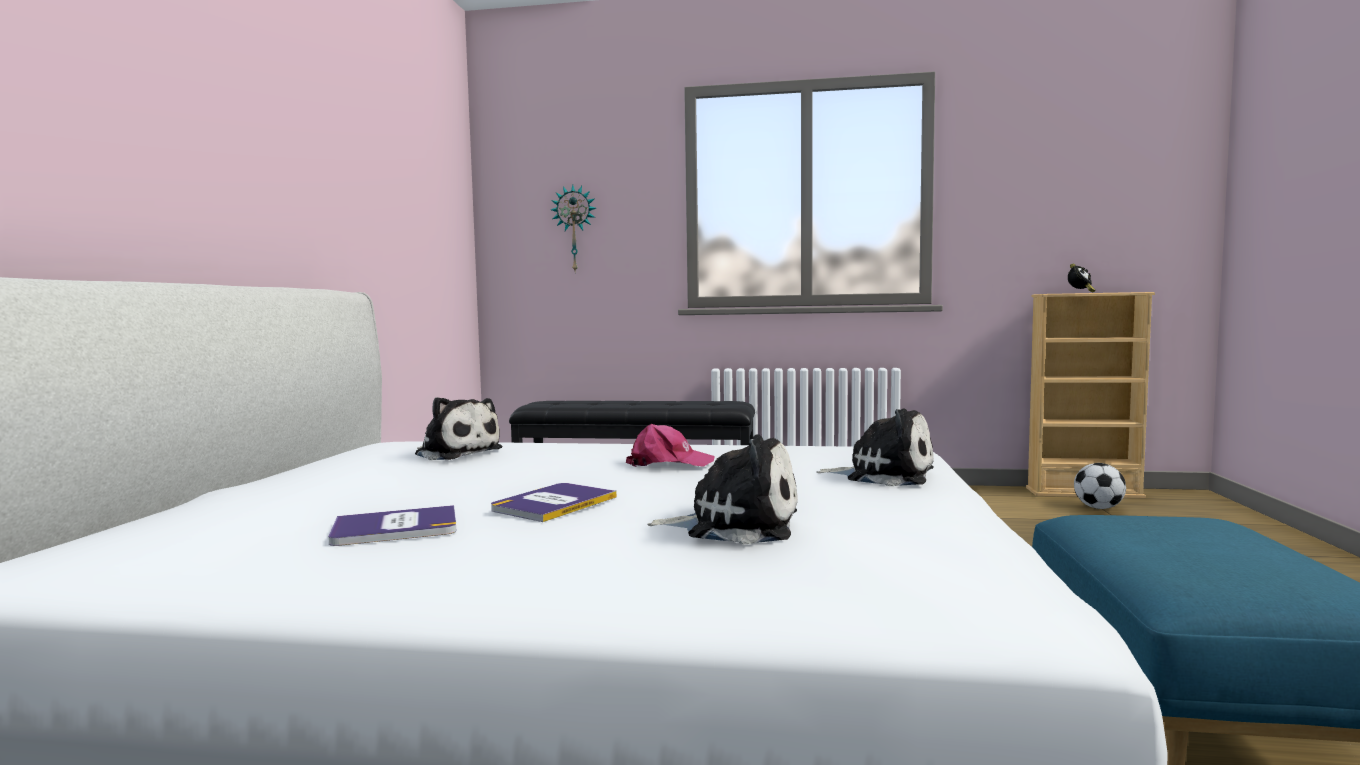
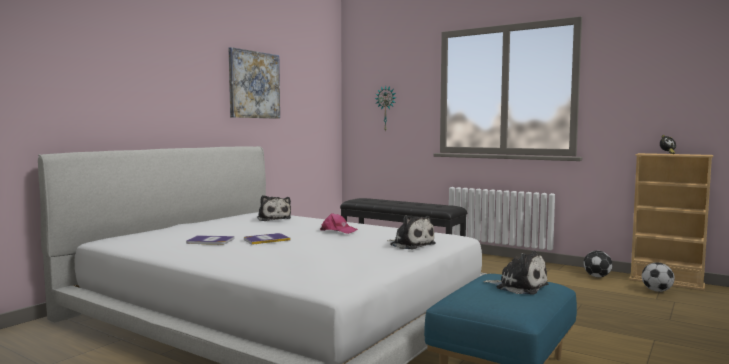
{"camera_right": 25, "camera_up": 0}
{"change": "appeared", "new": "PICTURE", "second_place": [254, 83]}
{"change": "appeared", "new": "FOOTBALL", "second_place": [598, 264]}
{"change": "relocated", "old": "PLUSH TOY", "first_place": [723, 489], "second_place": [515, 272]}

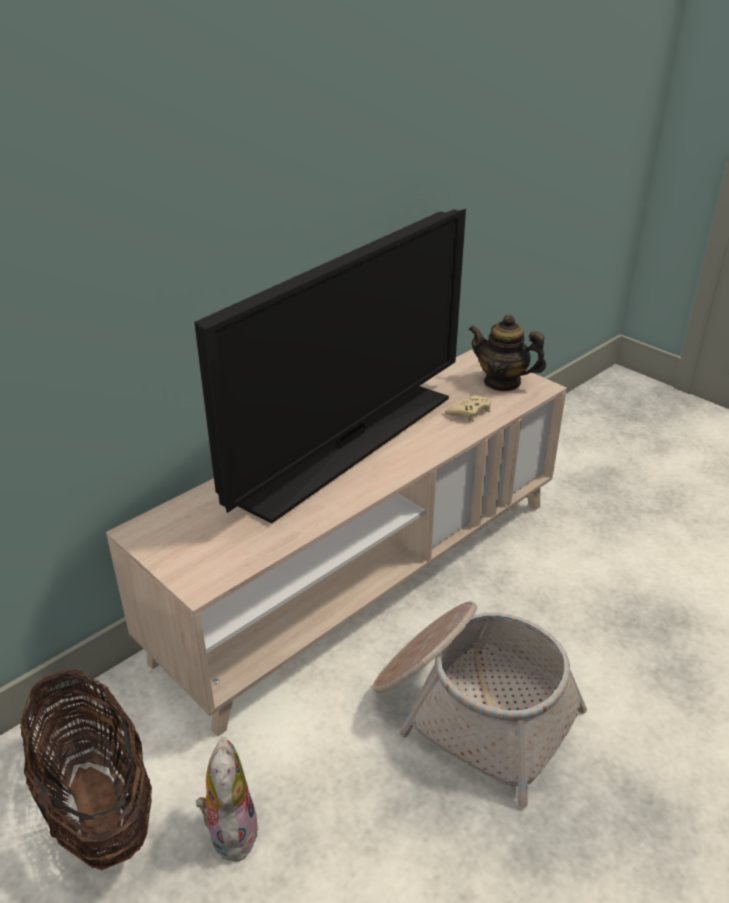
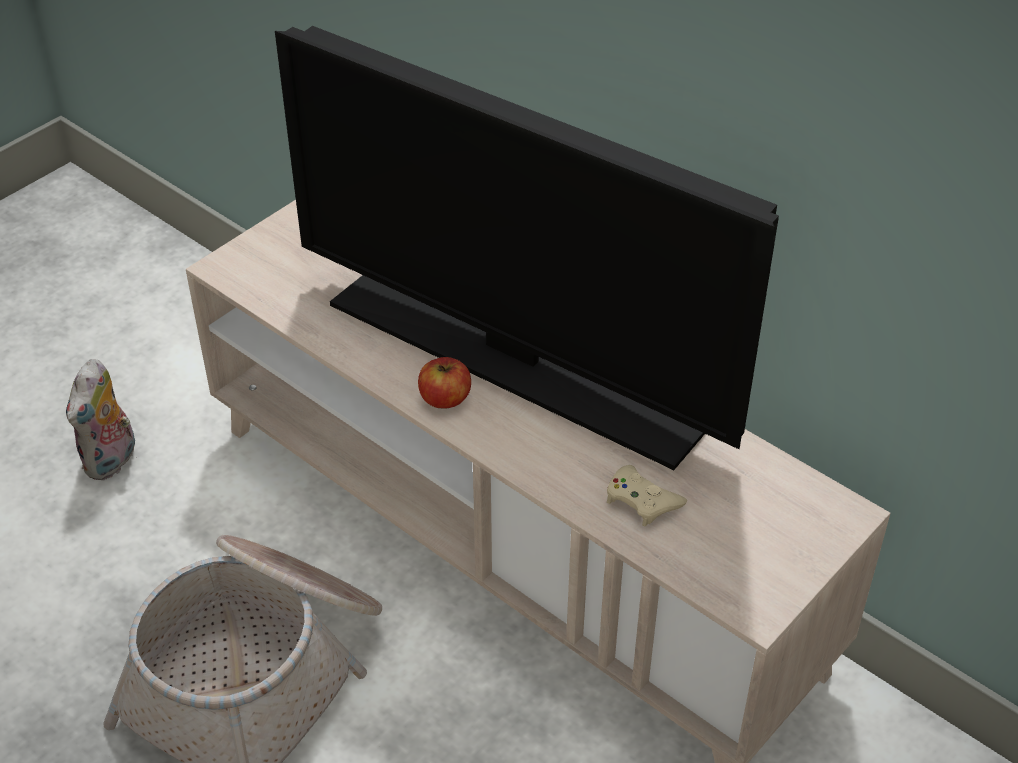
{"camera_right": 85, "camera_up": 10}
{"change": "missing", "old": "BASKET", "first_place": [85, 770]}
{"change": "missing", "old": "TEAPOT", "first_place": [507, 352]}
{"change": "appeared", "new": "APPLE", "second_place": [444, 383]}
{"change": "spun", "old": "PLUSH TOY", "first_place": [227, 799], "second_place": [101, 419], "degrees": 120}

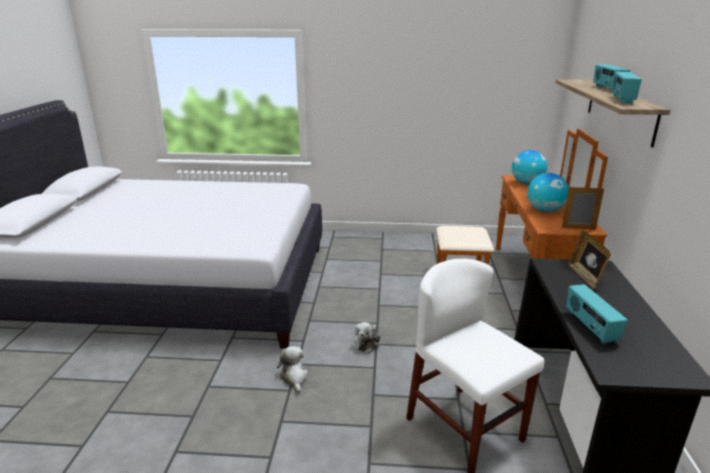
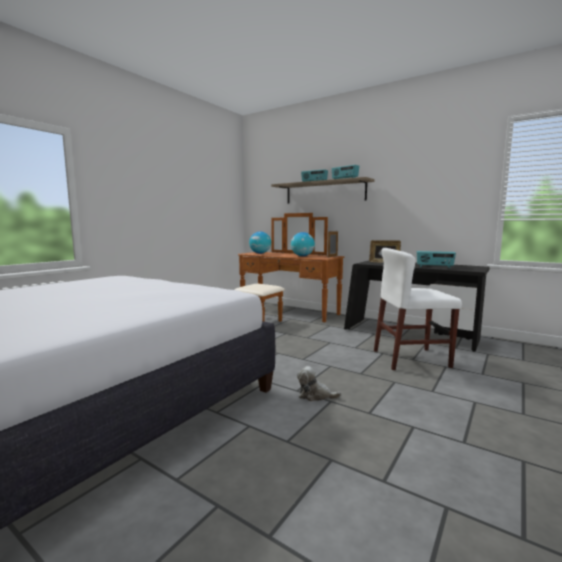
{"camera_right": -60, "camera_up": -15}
{"change": "missing", "old": "PLUSH TOY", "first_place": [367, 337]}

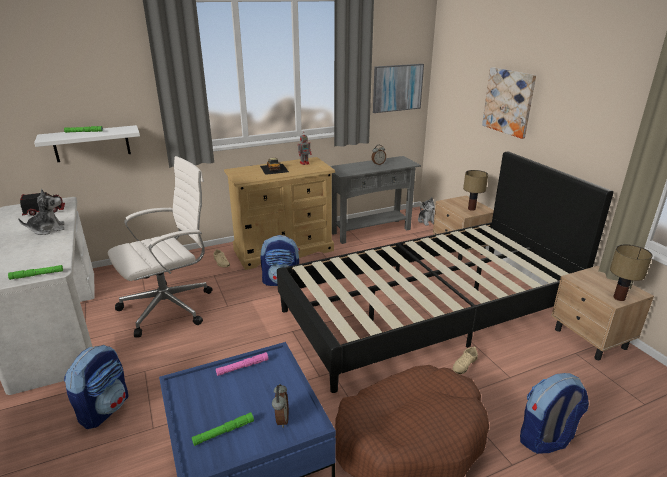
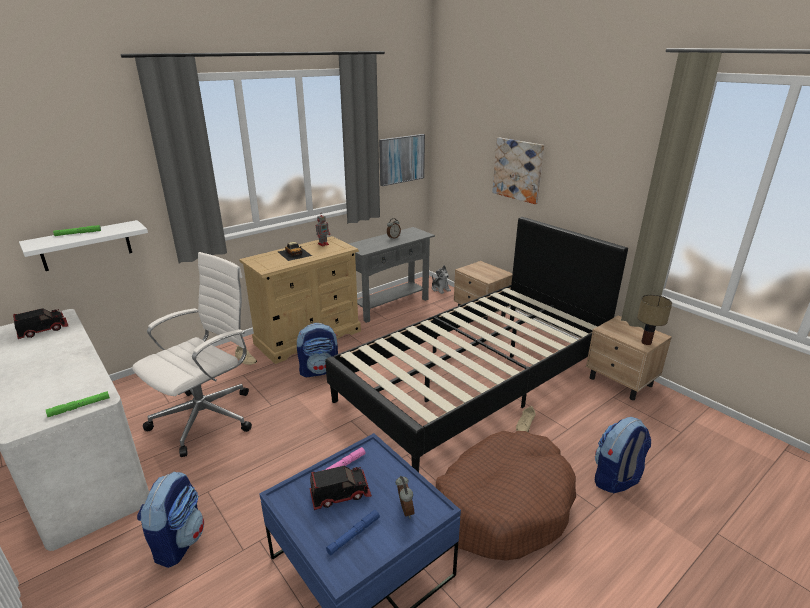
{"camera_right": -15, "camera_up": 0}
{"change": "missing", "old": "PLUSH TOY", "first_place": [41, 212]}
{"change": "missing", "old": "TABLE LAMP", "first_place": [475, 190]}
{"change": "appeared", "new": "TOY TRUCK", "second_place": [341, 488]}
{"change": "colour", "old": "GREEN FLASHLIGHT", "new": "BLUE FLASHLIGHT", "first_place": [223, 429], "second_place": [353, 532]}

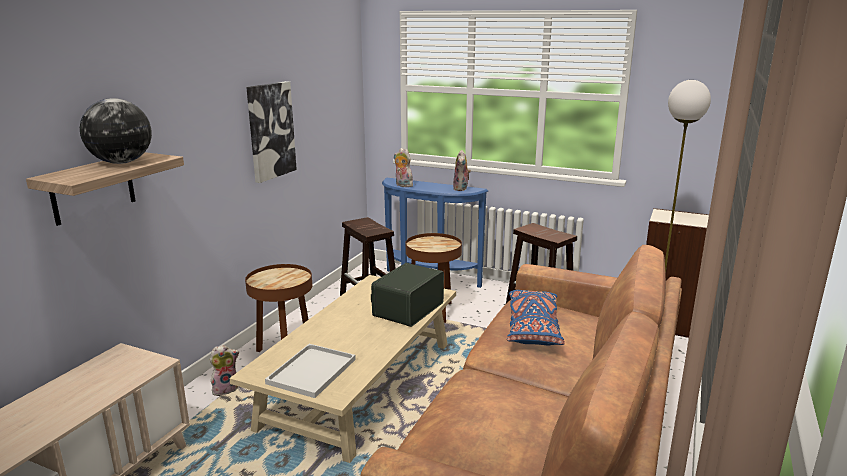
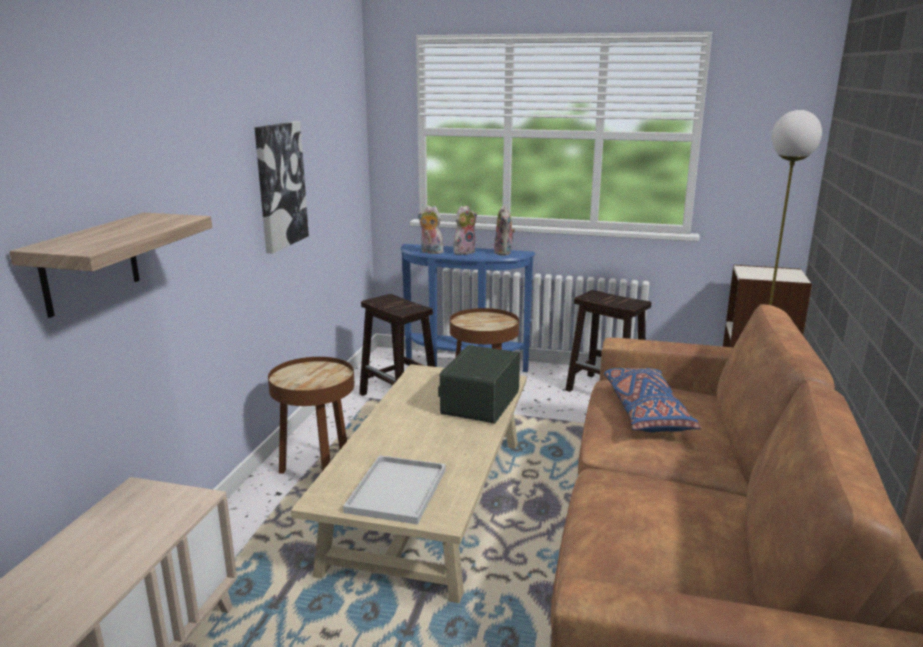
{"camera_right": -10, "camera_up": 0}
{"change": "missing", "old": "GLOBE", "first_place": [116, 131]}
{"change": "relocated", "old": "PLUSH TOY", "first_place": [224, 370], "second_place": [465, 230]}

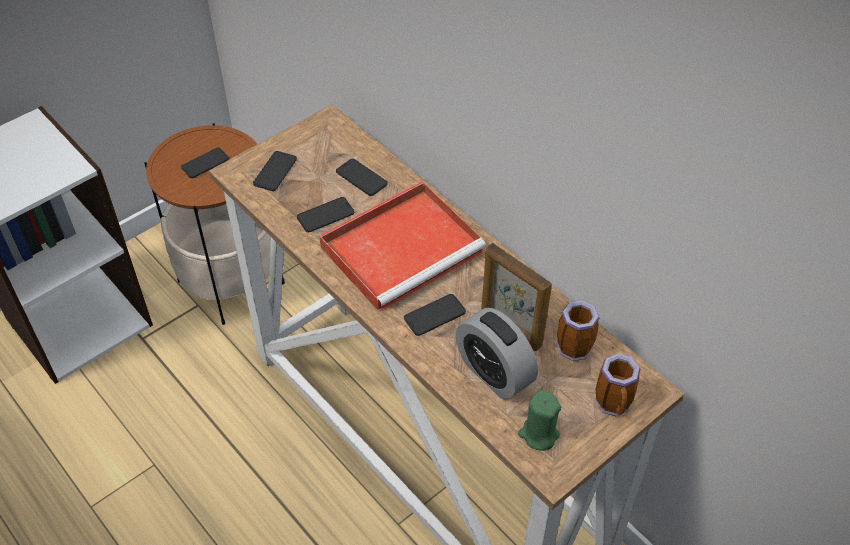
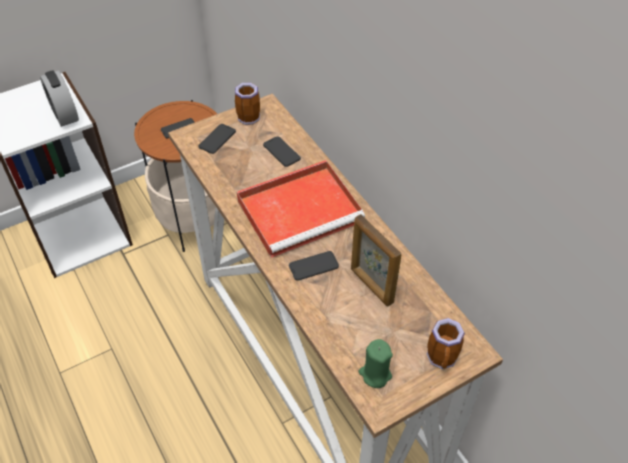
{"camera_right": 10, "camera_up": 0}
{"change": "missing", "old": "PHONE", "first_place": [325, 214]}
{"change": "relocated", "old": "ALARM CLOCK", "first_place": [497, 354], "second_place": [59, 99]}
{"change": "relocated", "old": "MUG", "first_place": [577, 330], "second_place": [247, 104]}

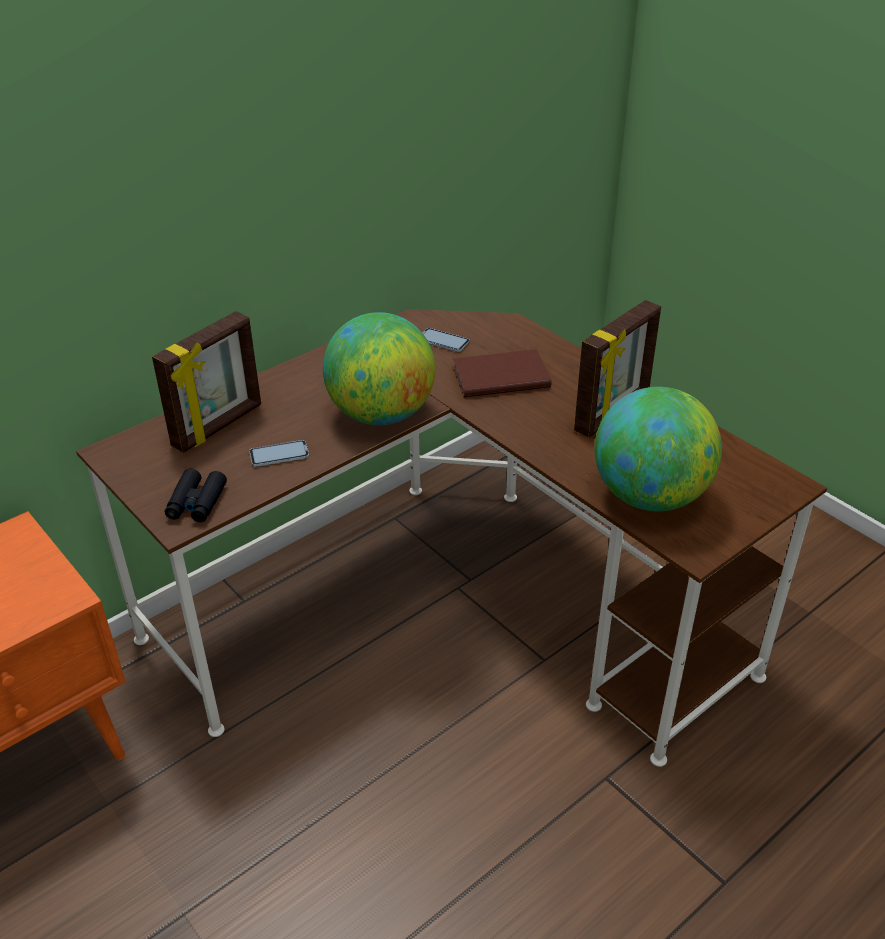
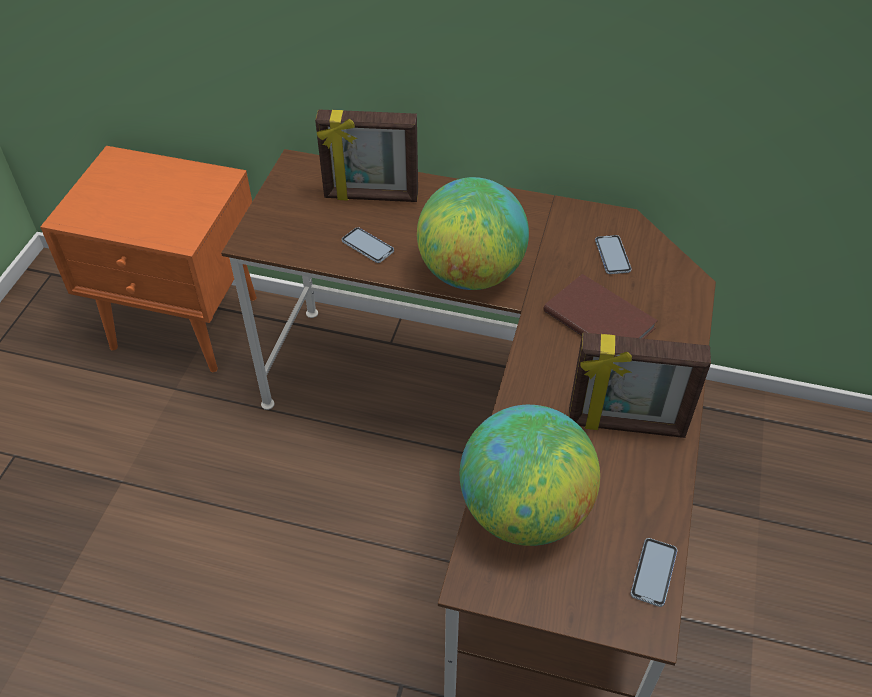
{"camera_right": 55, "camera_up": 10}
{"change": "missing", "old": "BLACK BINOCULARS", "first_place": [196, 495]}
{"change": "appeared", "new": "PHONE", "second_place": [654, 572]}

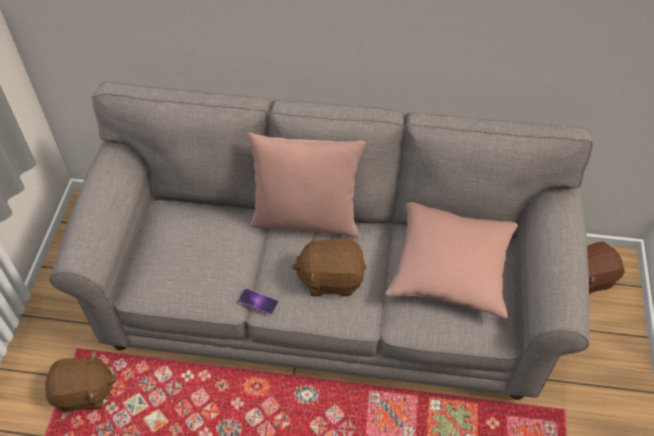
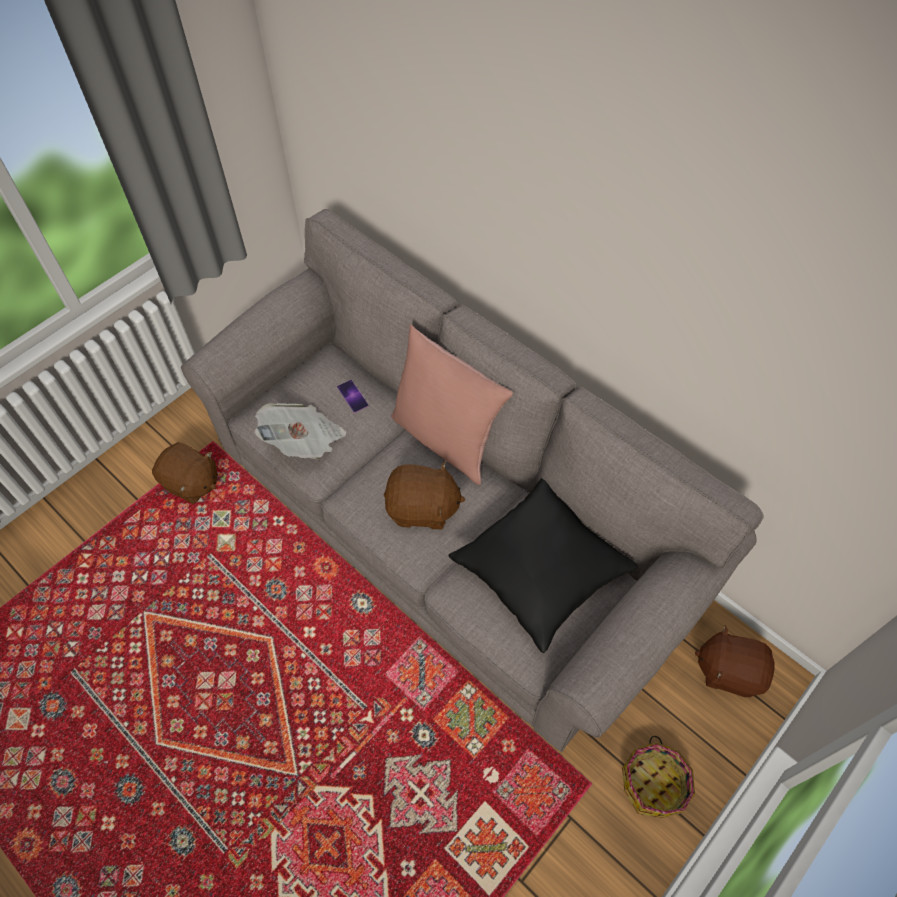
{"camera_right": 35, "camera_up": 5}
{"change": "appeared", "new": "NEWSPAPER", "second_place": [300, 431]}
{"change": "appeared", "new": "BASKET", "second_place": [658, 777]}
{"change": "relocated", "old": "PHONE", "first_place": [258, 301], "second_place": [353, 396]}
{"change": "colour", "old": "PINK PILLOW", "new": "BLACK PILLOW", "first_place": [451, 260], "second_place": [543, 565]}
{"change": "spun", "old": "BROWN PLUSH TOY", "first_place": [329, 264], "second_place": [424, 495], "degrees": 150}

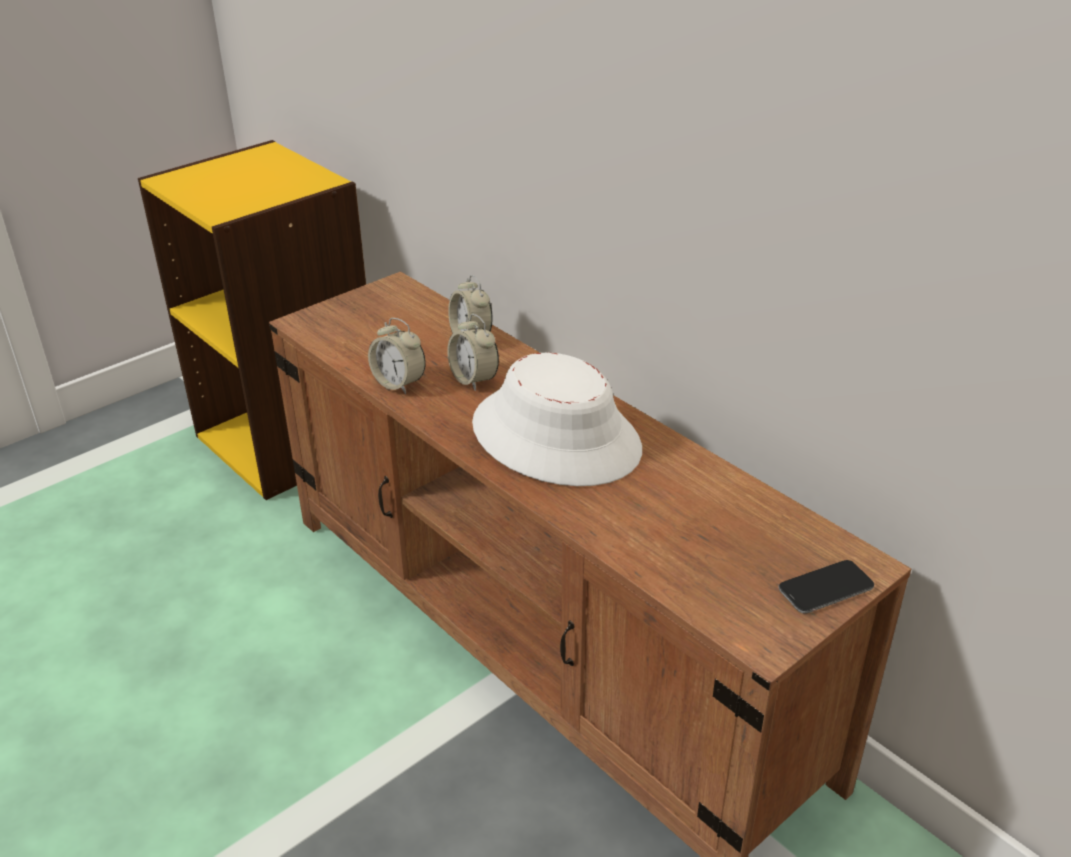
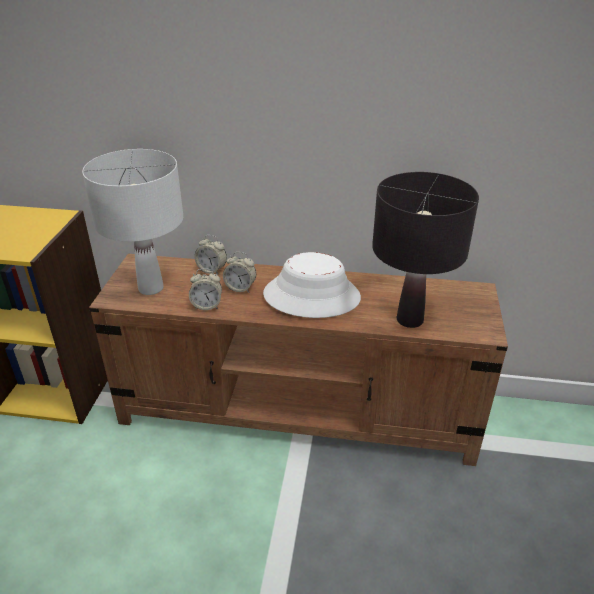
{"camera_right": -40, "camera_up": 0}
{"change": "missing", "old": "PHONE", "first_place": [826, 587]}
{"change": "appeared", "new": "WHITE TABLE LAMP", "second_place": [132, 222]}
{"change": "appeared", "new": "BLACK TABLE LAMP", "second_place": [425, 250]}

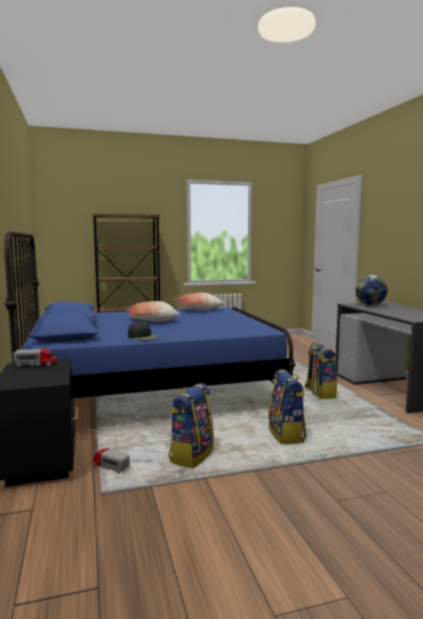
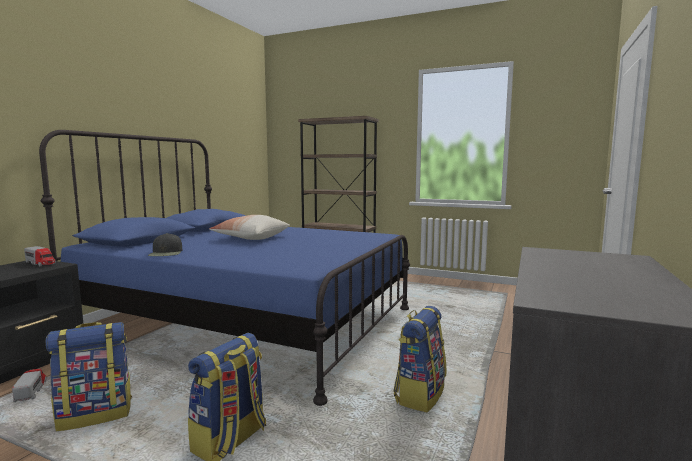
{"camera_right": 40, "camera_up": 0}
{"change": "missing", "old": "PILLOW", "first_place": [199, 301]}
{"change": "missing", "old": "GLOBE", "first_place": [371, 290]}

